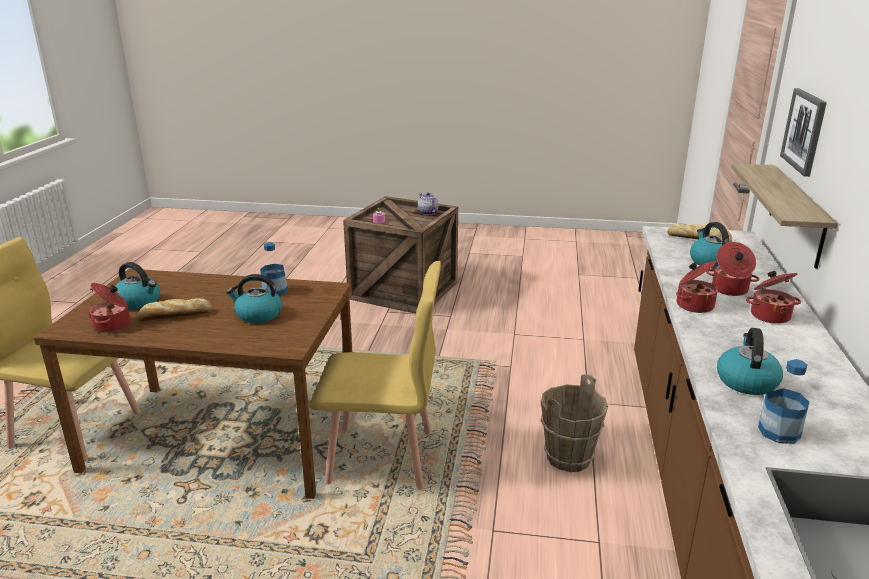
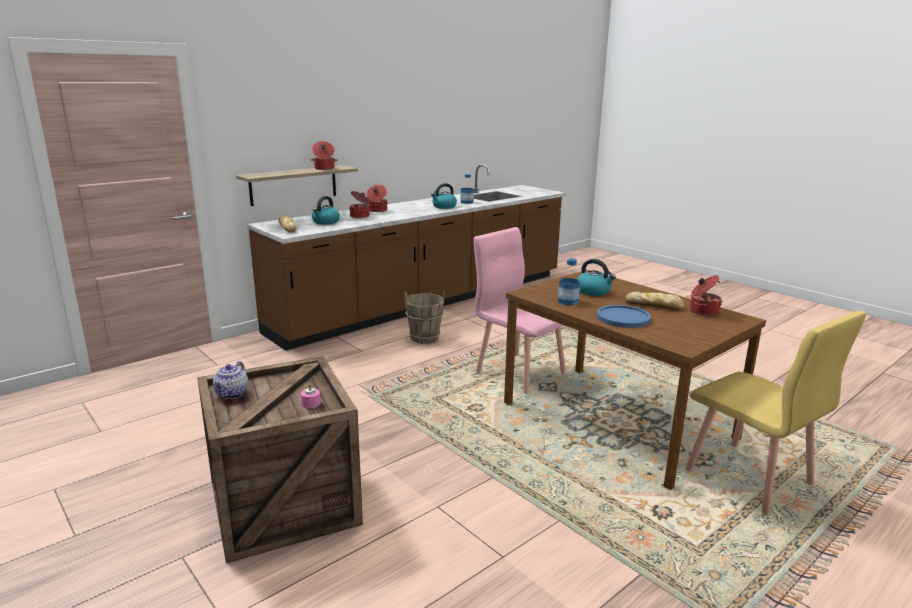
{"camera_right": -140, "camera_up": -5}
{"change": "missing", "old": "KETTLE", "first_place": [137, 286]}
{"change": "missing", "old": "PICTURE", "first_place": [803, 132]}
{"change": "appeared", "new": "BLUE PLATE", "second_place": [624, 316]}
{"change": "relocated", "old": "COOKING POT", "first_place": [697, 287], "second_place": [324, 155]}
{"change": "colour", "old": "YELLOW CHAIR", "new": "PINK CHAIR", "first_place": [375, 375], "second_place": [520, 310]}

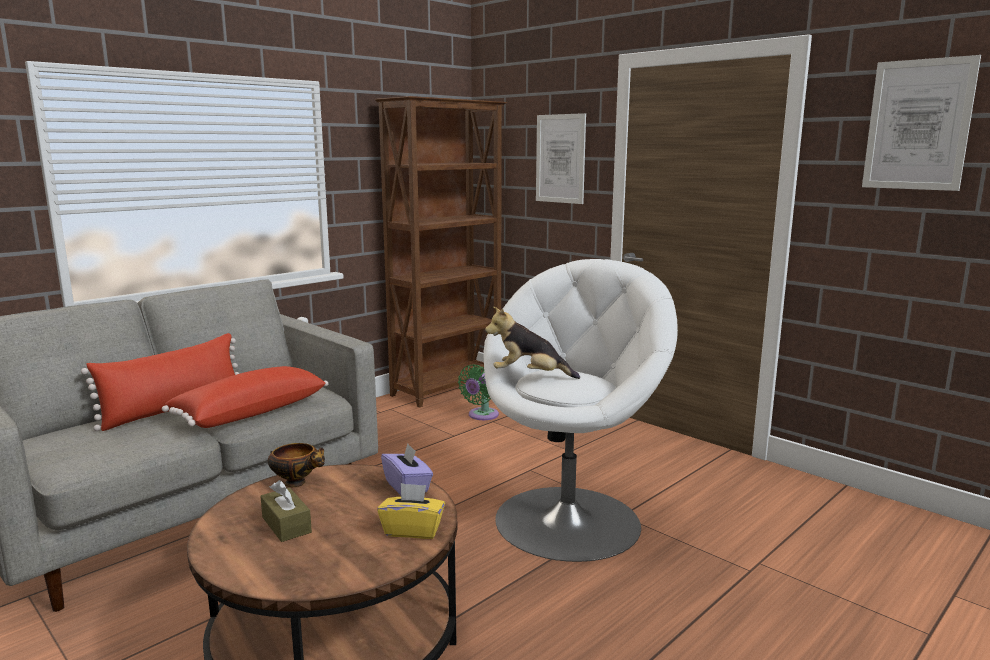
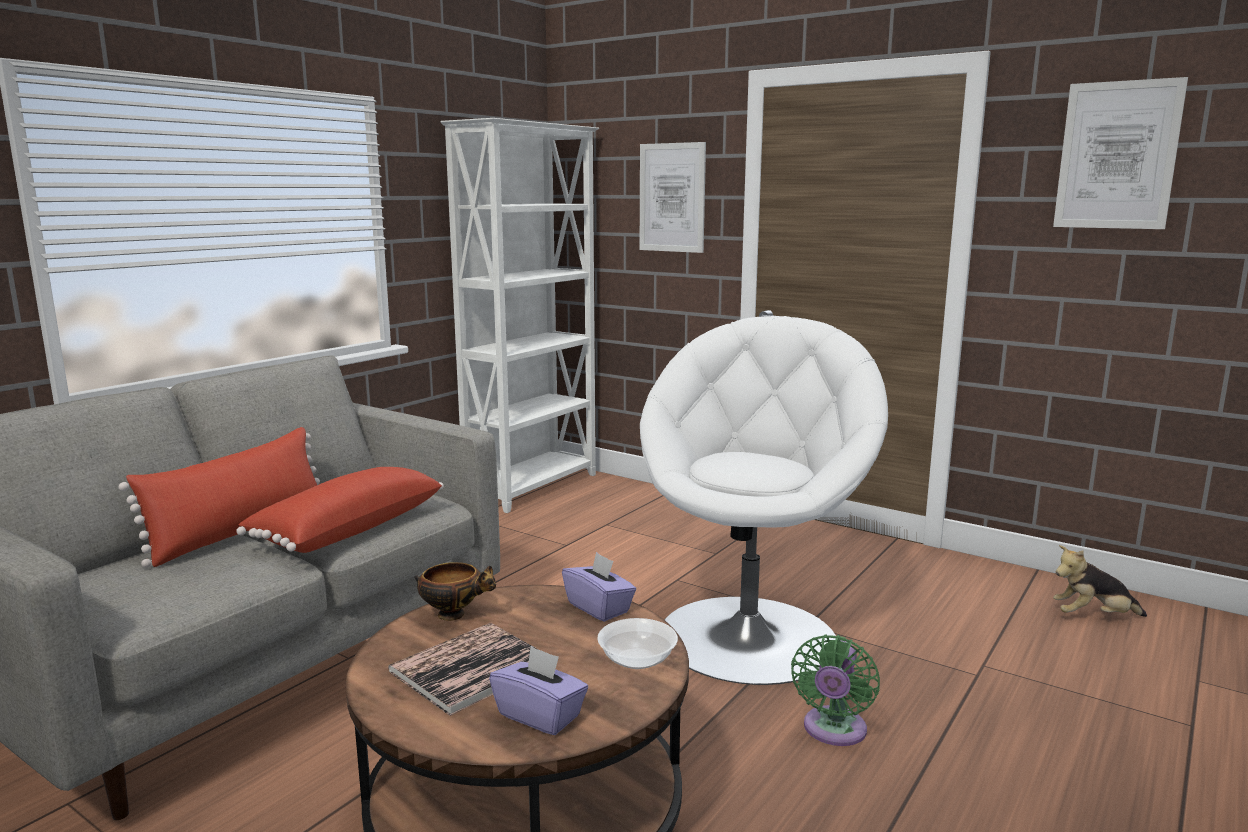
{"camera_right": -10, "camera_up": 0}
{"change": "appeared", "new": "PURPLE TISSUE BOX", "second_place": [538, 690]}
{"change": "relocated", "old": "GREEN FAN", "first_place": [478, 392], "second_place": [835, 690]}
{"change": "relocated", "old": "PLUSH TOY", "first_place": [532, 342], "second_place": [1100, 581]}
{"change": "exchanged", "old": "BROWN TISSUE BOX", "new": "BOOK", "first_place": [286, 511], "second_place": [463, 669]}
{"change": "exchanged", "old": "YELLOW TISSUE BOX", "new": "BOWL", "first_place": [411, 511], "second_place": [637, 643]}
{"change": "colour", "old": "BROWN BOOKCASE", "new": "WHITE BOOKCASE", "first_place": [441, 251], "second_place": [519, 315]}

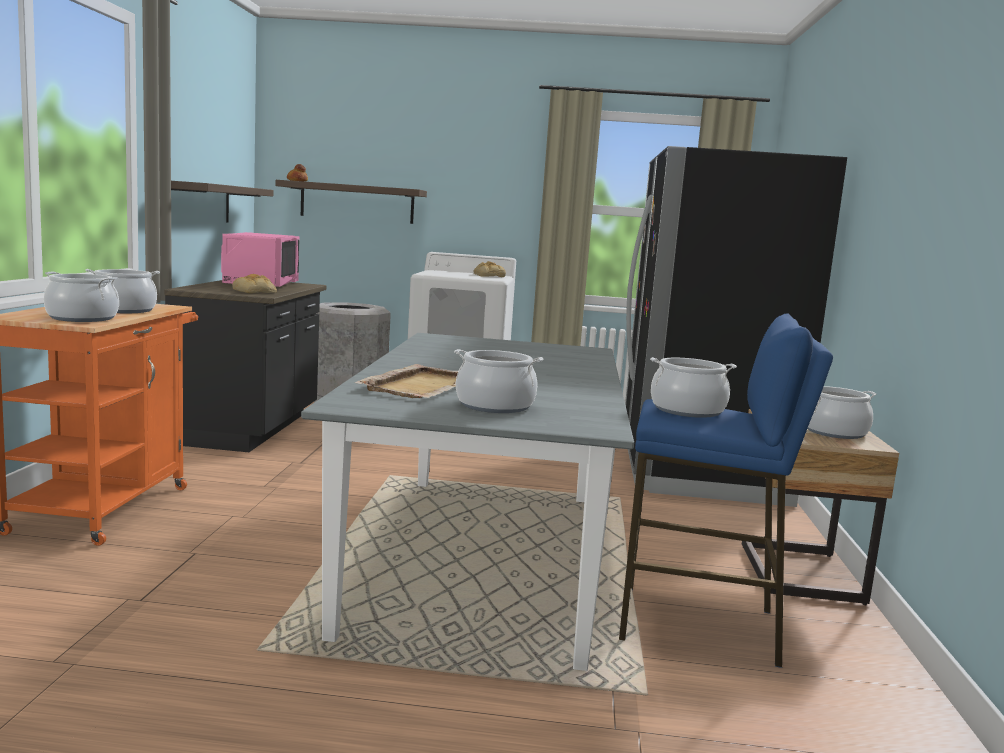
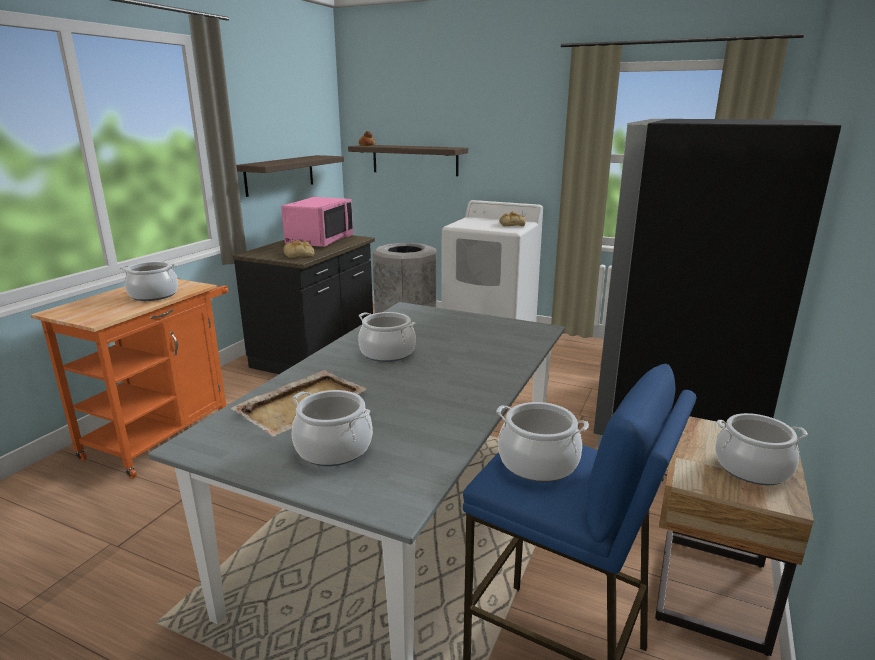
{"camera_right": 20, "camera_up": 10}
{"change": "relocated", "old": "COOKING POT", "first_place": [81, 297], "second_place": [387, 337]}

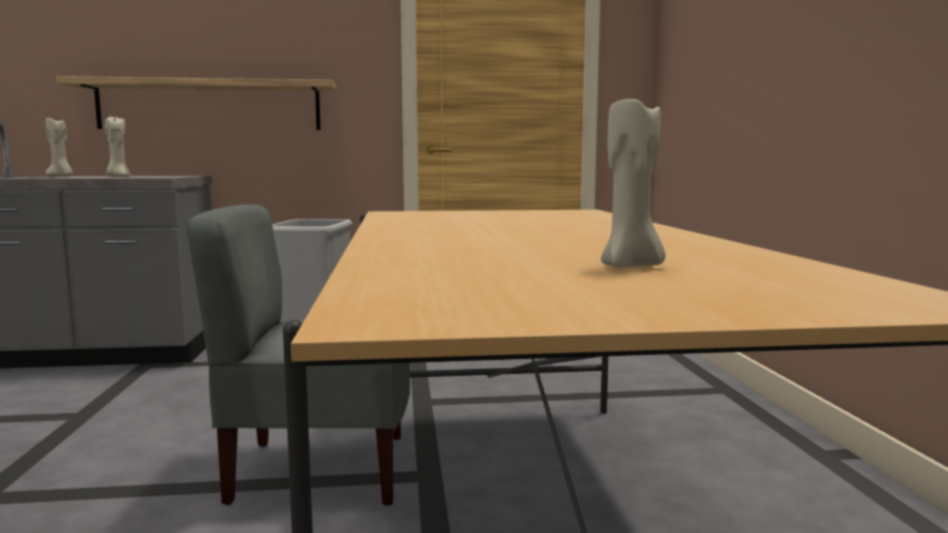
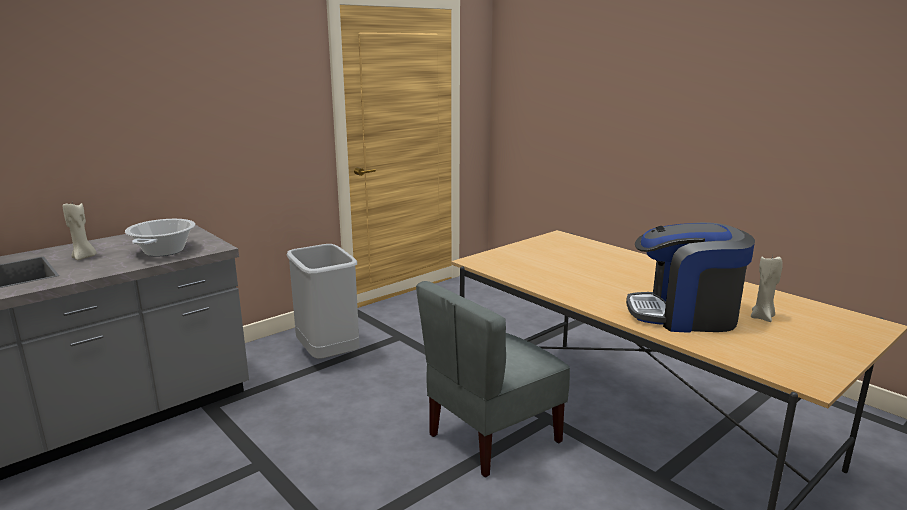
{"camera_right": -35, "camera_up": 10}
{"change": "missing", "old": "SHELF", "first_place": [196, 103]}
{"change": "appeared", "new": "COFFEE MACHINE", "second_place": [690, 277]}
{"change": "exchanged", "old": "BEIGE CANDLE", "new": "COOKING POT", "first_place": [118, 146], "second_place": [160, 237]}

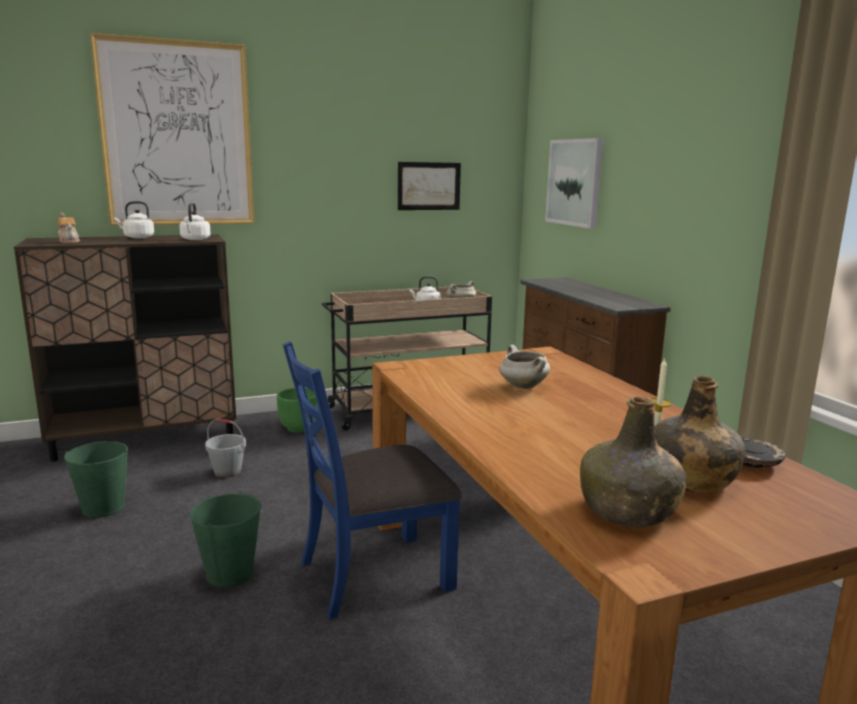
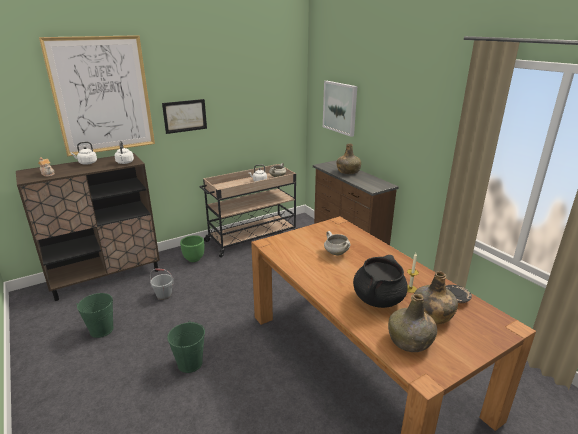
{"camera_right": -10, "camera_up": 10}
{"change": "missing", "old": "BLUE CHAIR", "first_place": [372, 480]}
{"change": "appeared", "new": "GREEN BOTTLE", "second_place": [349, 159]}
{"change": "appeared", "new": "BLACK COOKING POT", "second_place": [380, 281]}
{"change": "relocated", "old": "PICTURE", "first_place": [429, 186], "second_place": [184, 116]}

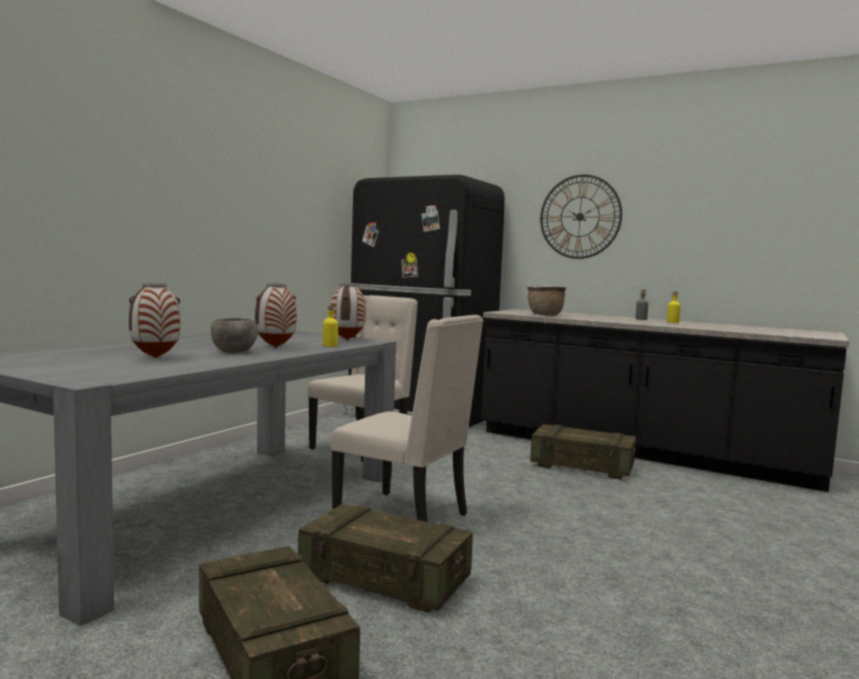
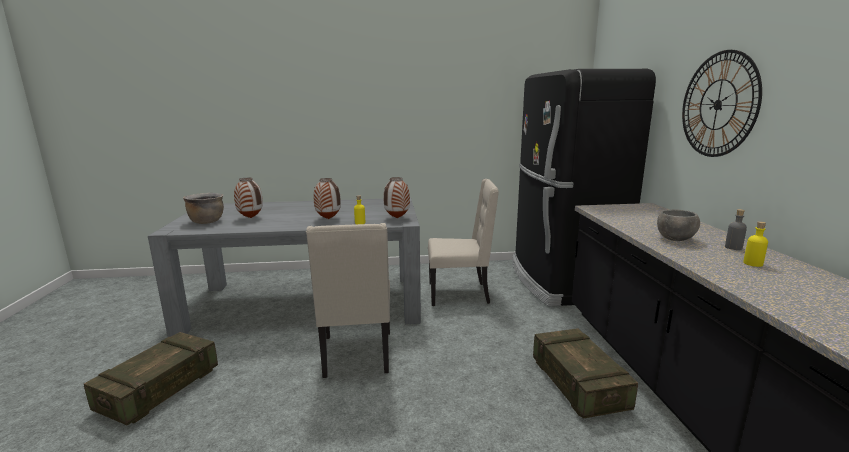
{"camera_right": 55, "camera_up": 10}
{"change": "missing", "old": "CRATE", "first_place": [385, 558]}
{"change": "relocated", "old": "GREY BOWL", "first_place": [234, 335], "second_place": [678, 225]}
{"change": "relocated", "old": "BROWN COOKING POT", "first_place": [546, 301], "second_place": [203, 208]}

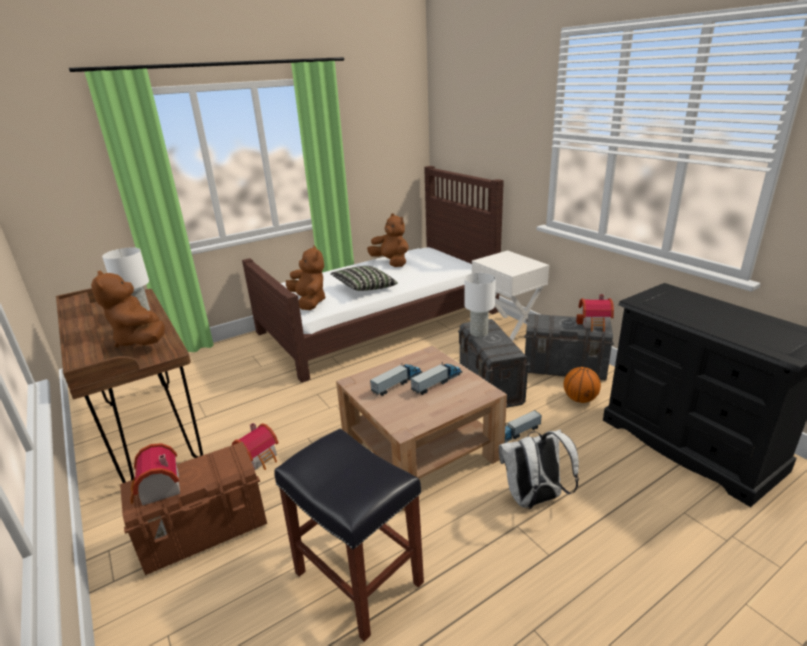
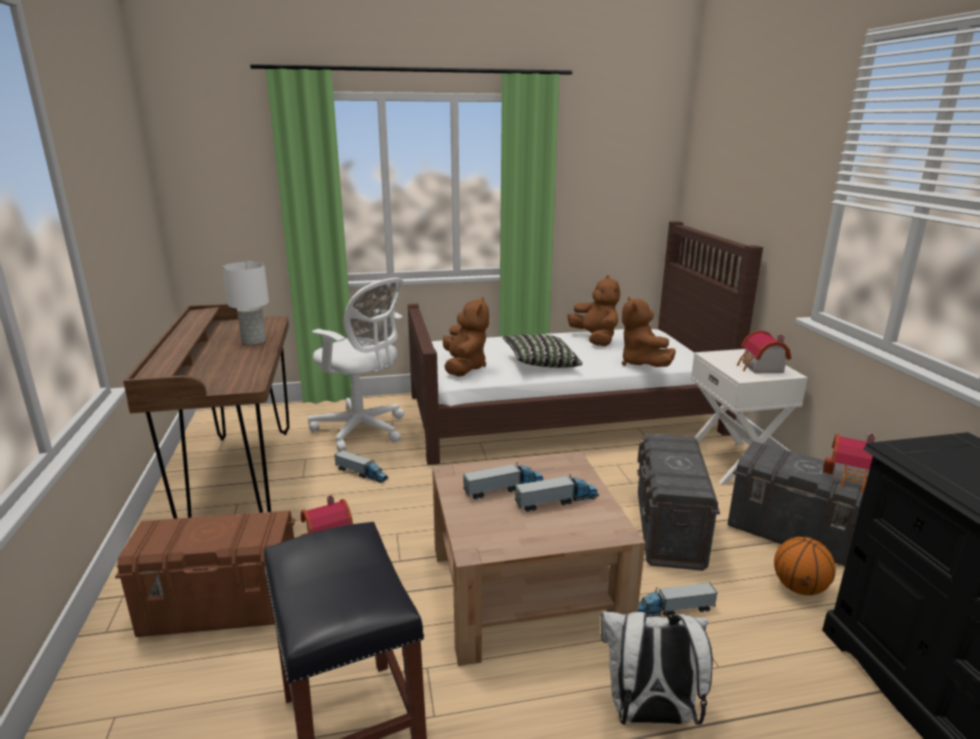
{"camera_right": 20, "camera_up": -5}
{"change": "missing", "old": "WHITE TABLE LAMP", "first_place": [480, 305]}
{"change": "appeared", "new": "WHITE OFFICE CHAIR", "second_place": [356, 365]}
{"change": "appeared", "new": "TOY TRUCK", "second_place": [361, 466]}
{"change": "relocated", "old": "BROWN PLUSH TOY", "first_place": [128, 309], "second_place": [649, 331]}
{"change": "relocated", "old": "TOY HOUSE", "first_place": [155, 474], "second_place": [764, 351]}

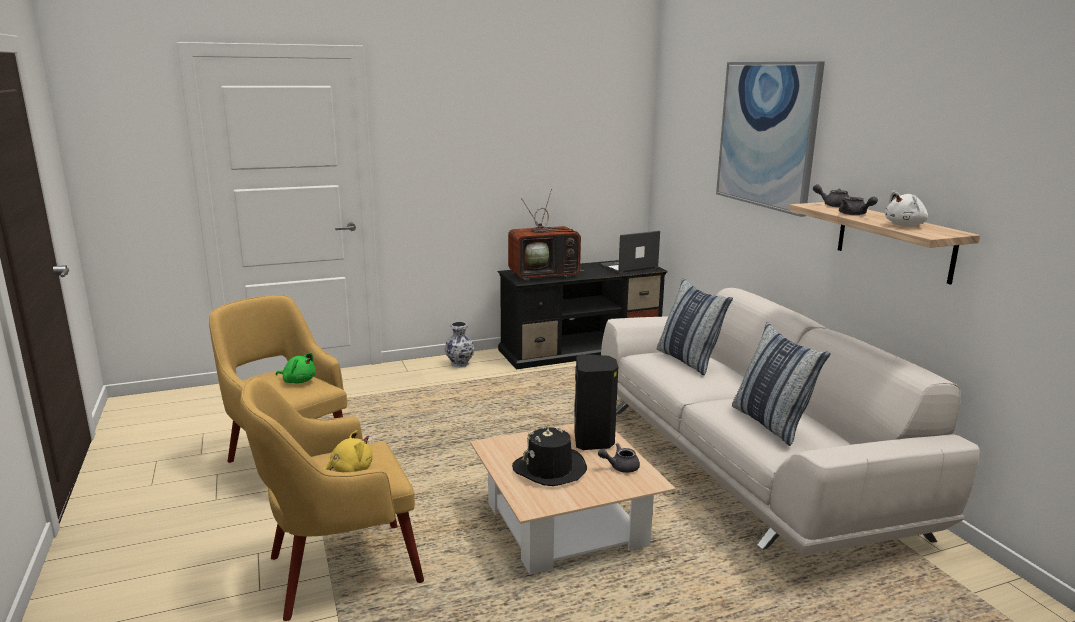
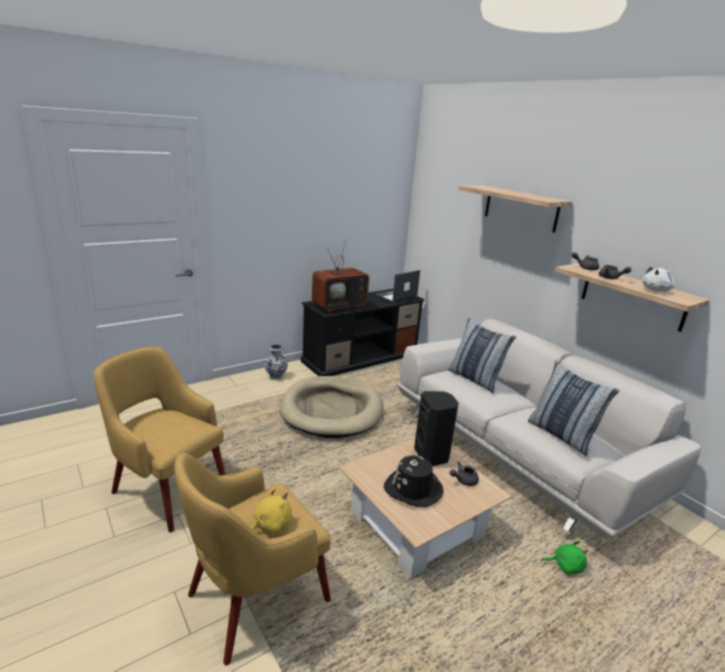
{"camera_right": -15, "camera_up": 5}
{"change": "appeared", "new": "BEIGE DOG BED", "second_place": [331, 407]}
{"change": "relocated", "old": "GREEN PLUSH TOY", "first_place": [296, 368], "second_place": [565, 558]}
{"change": "exchanged", "old": "PICTURE", "new": "SHELF", "first_place": [770, 139], "second_place": [516, 209]}

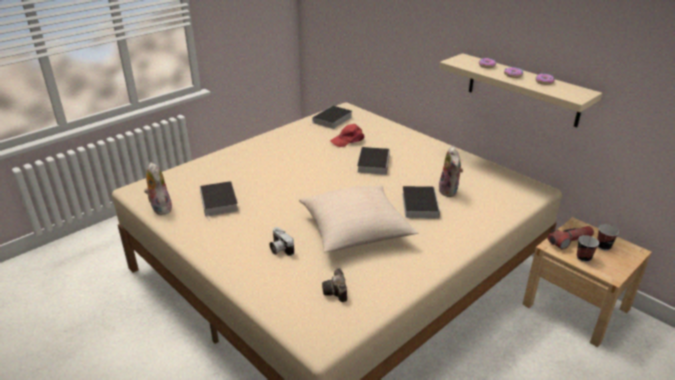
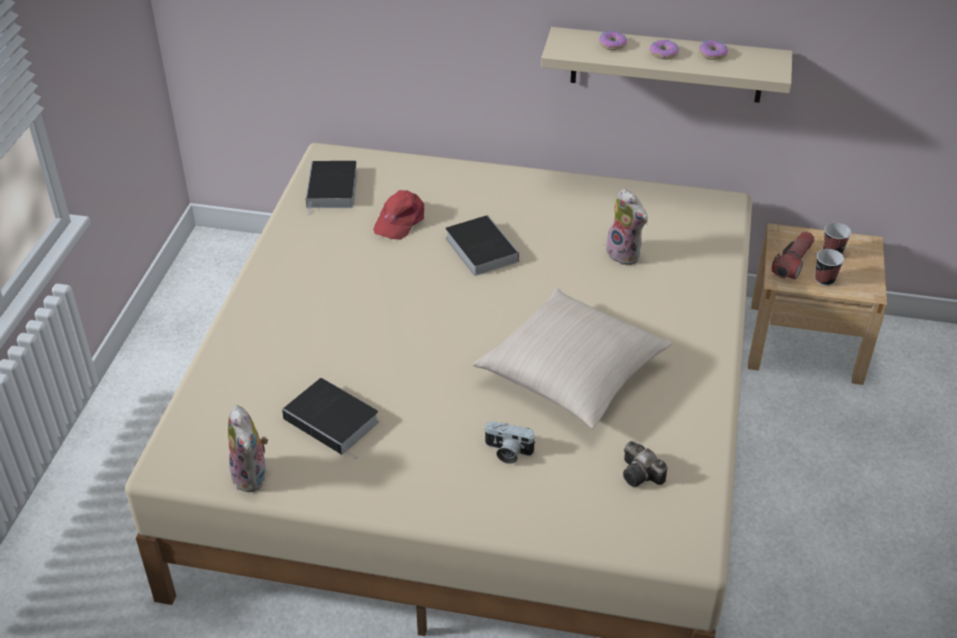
{"camera_right": -35, "camera_up": 10}
{"change": "missing", "old": "BOOK", "first_place": [421, 202]}
{"change": "spun", "old": "PLUSH TOY", "first_place": [158, 188], "second_place": [248, 448], "degrees": -135}

